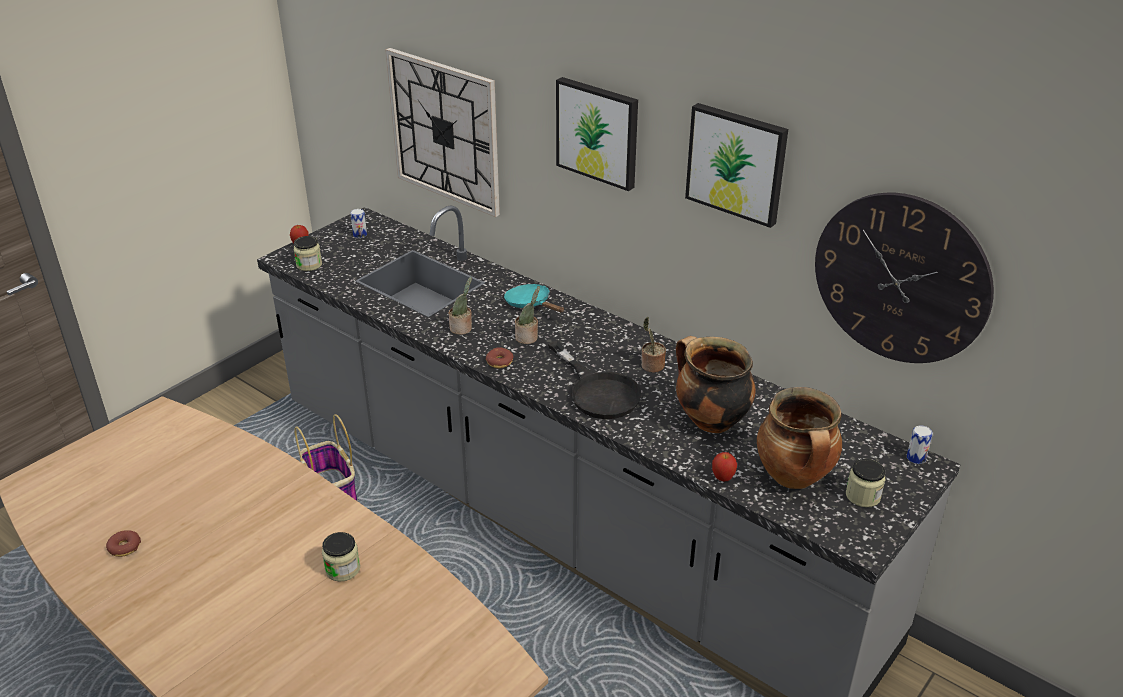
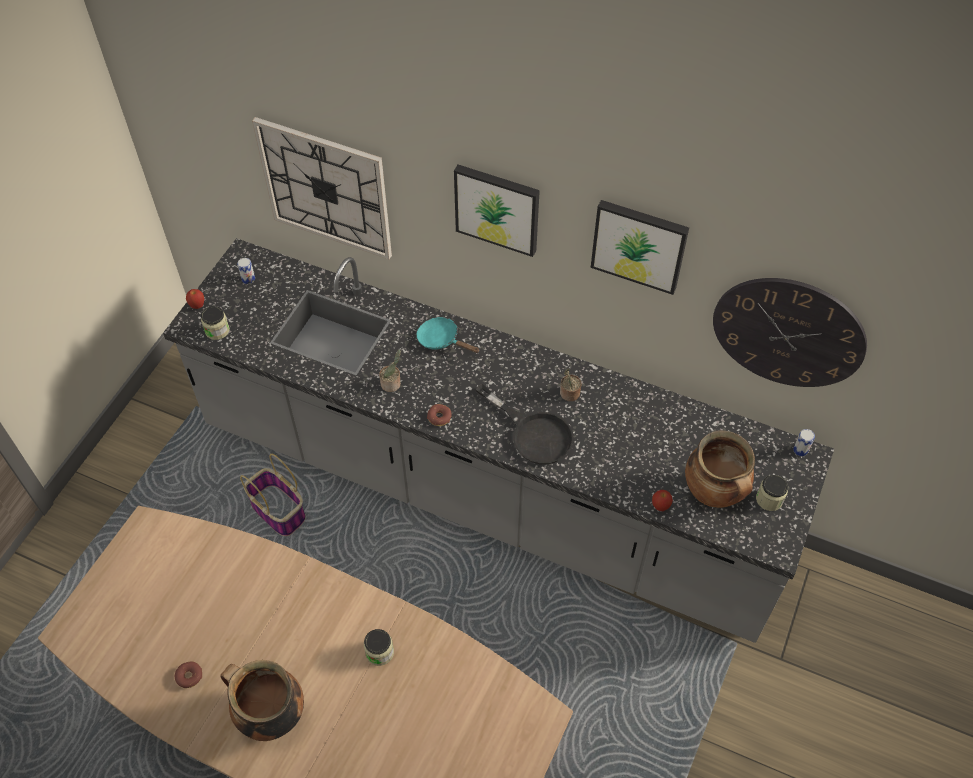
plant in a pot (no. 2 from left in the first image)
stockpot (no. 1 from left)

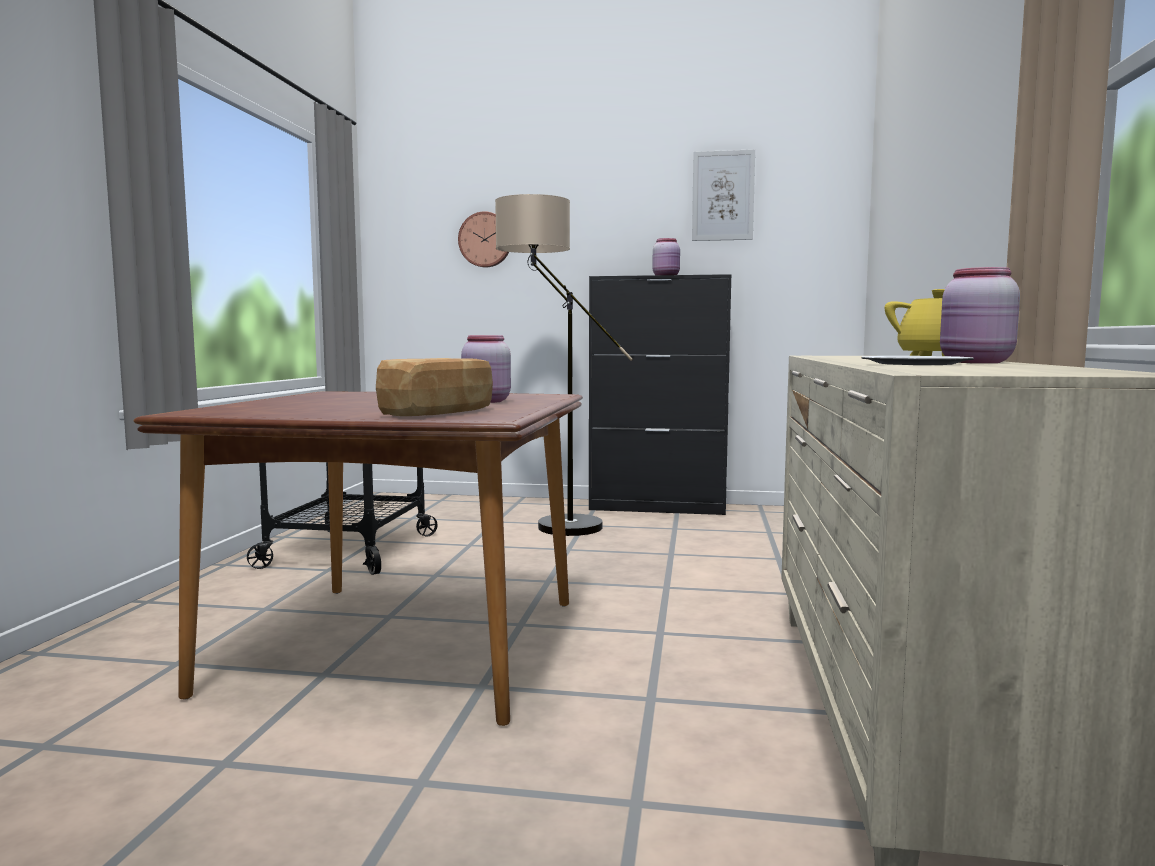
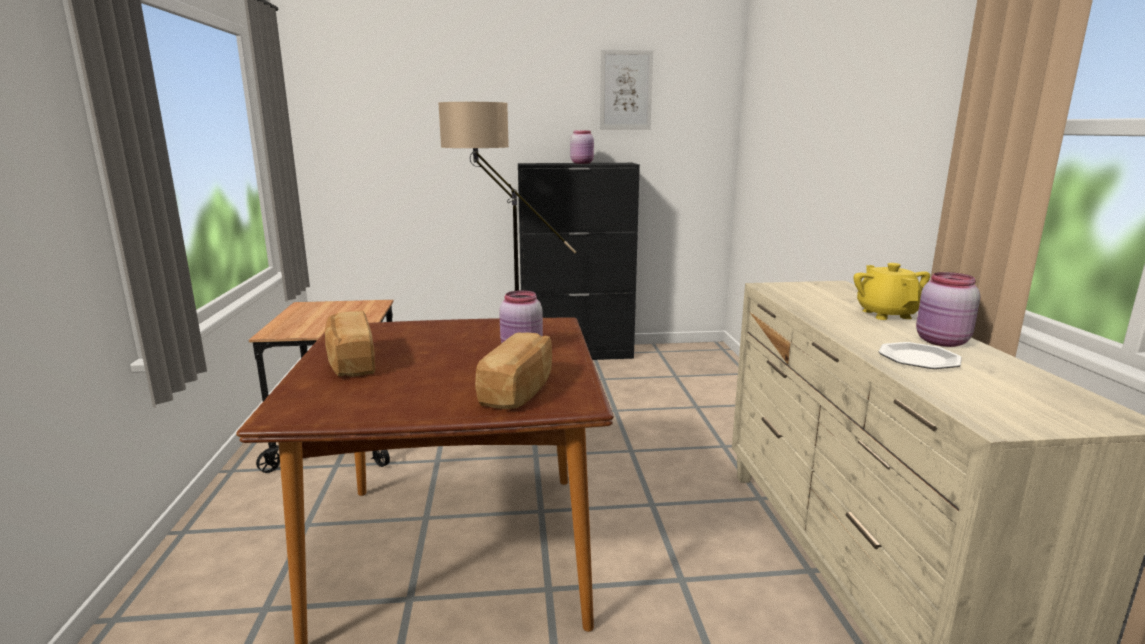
clock on the wall
baked bread (no. 1 from left)

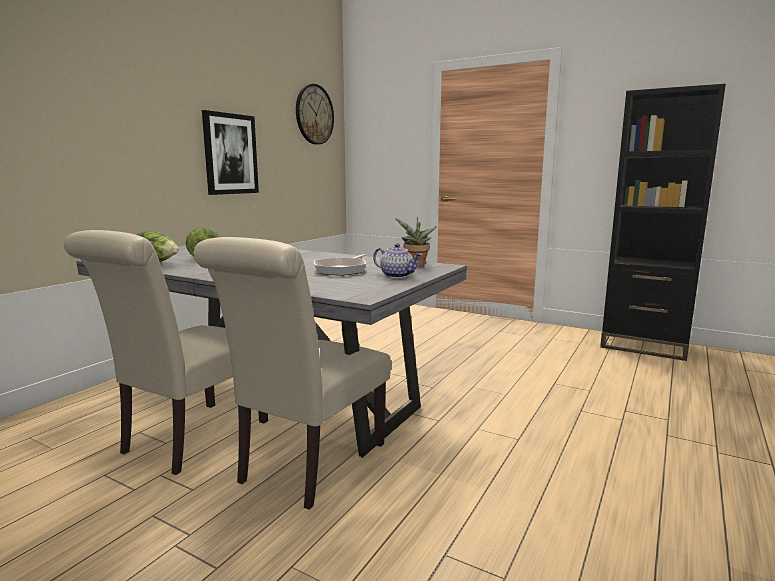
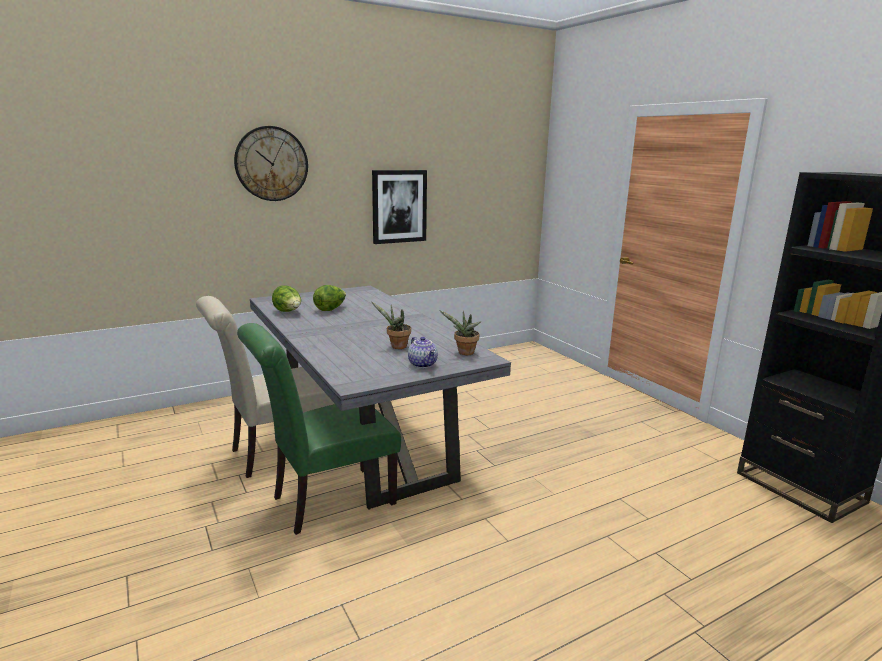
clock on the wall
upright chair in green-coloured
plant in a pot (no. 1 from left)

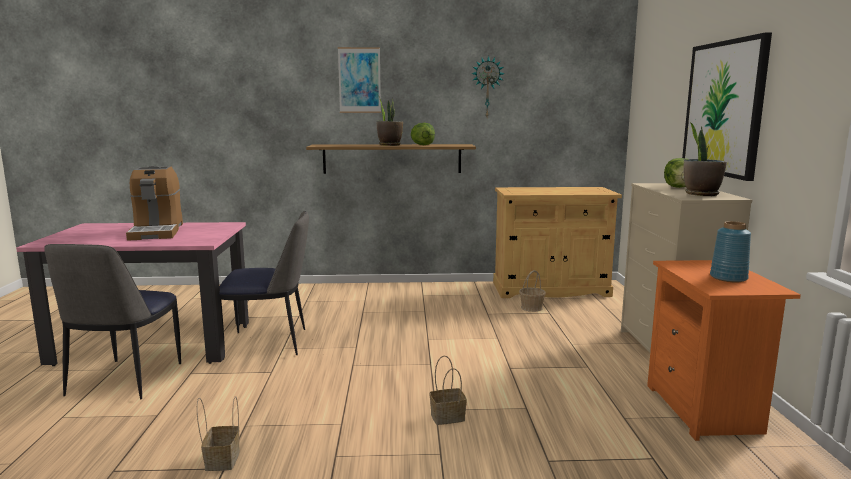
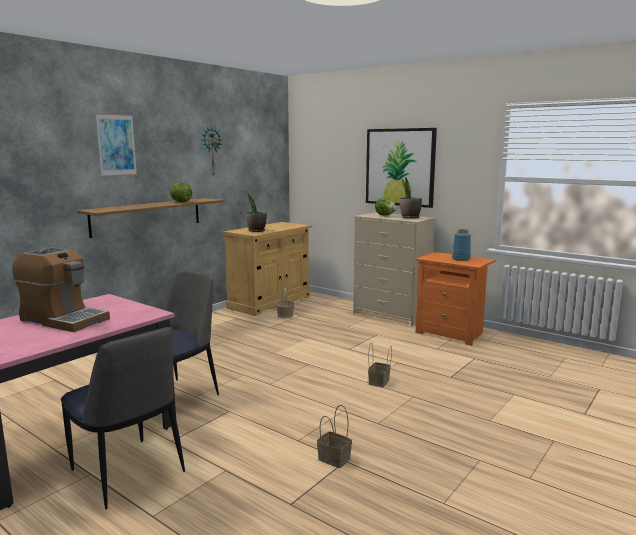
plant in a pot (no. 1 from left)

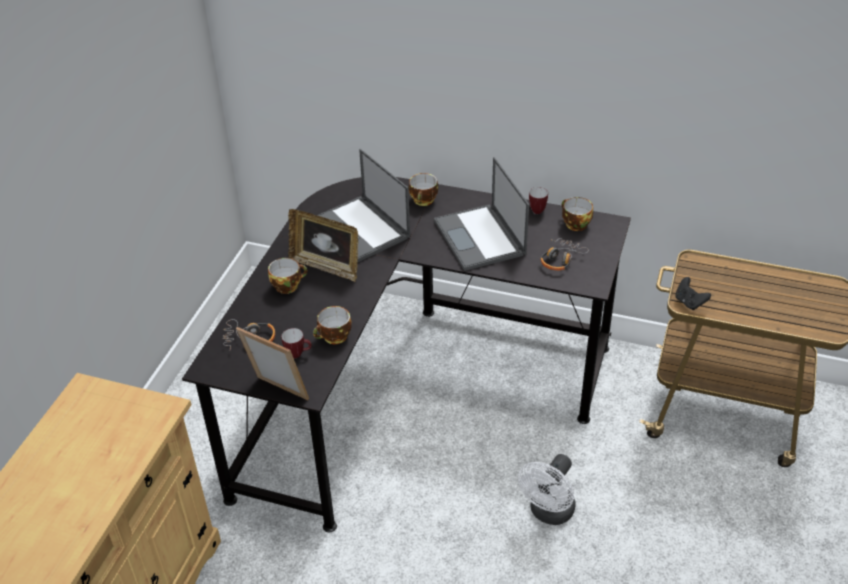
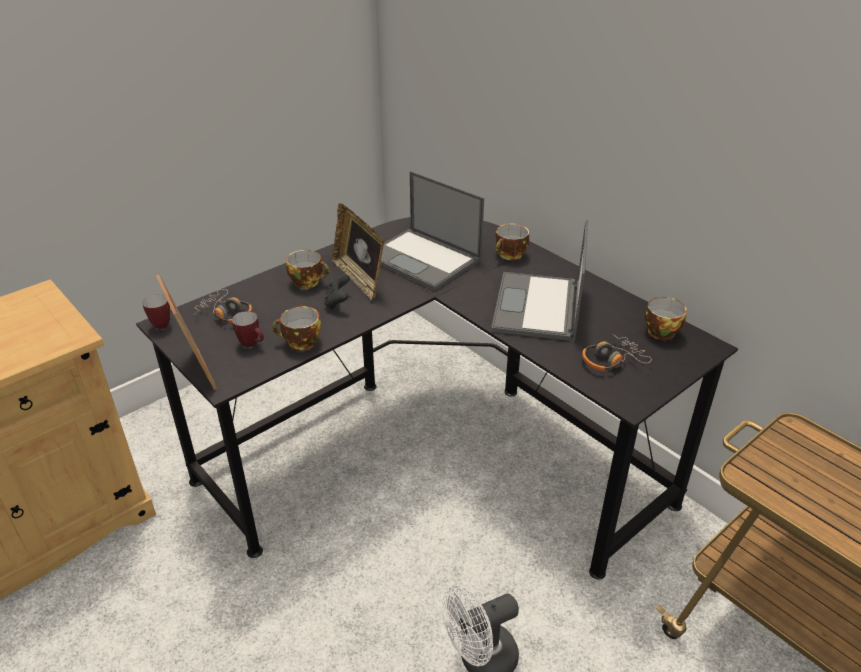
notebook computer (no. 1 from left)
coffee mug (no. 1 from left)
gamepad in blackish

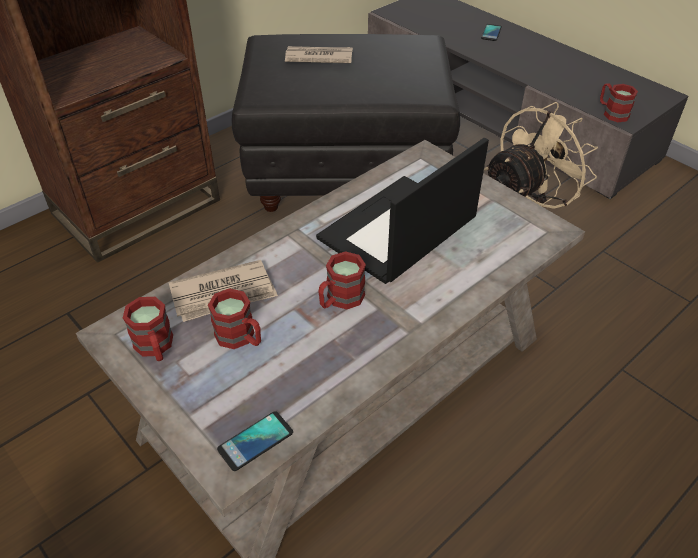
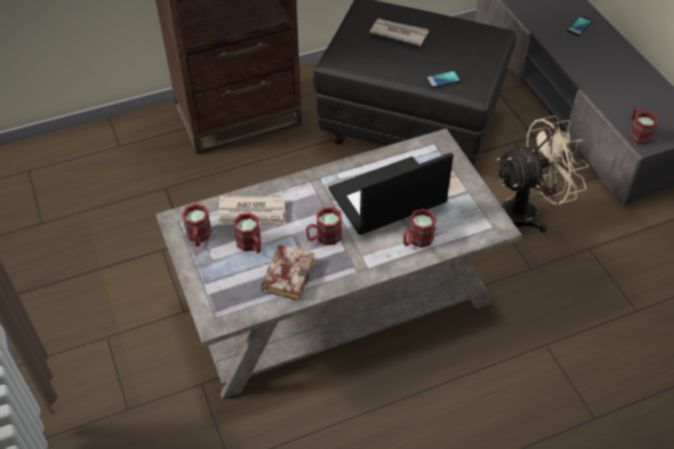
handset (no. 1 from left)
coffee mug in red (no. 4 from left)
bound book

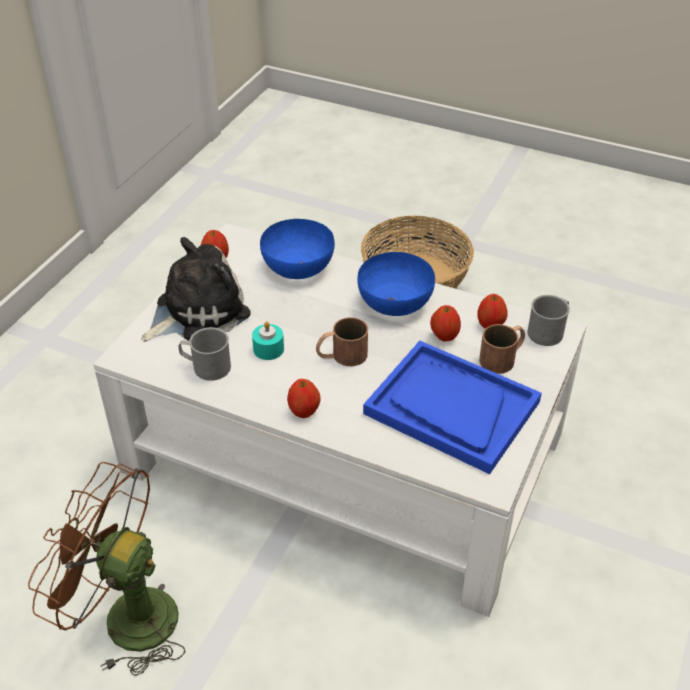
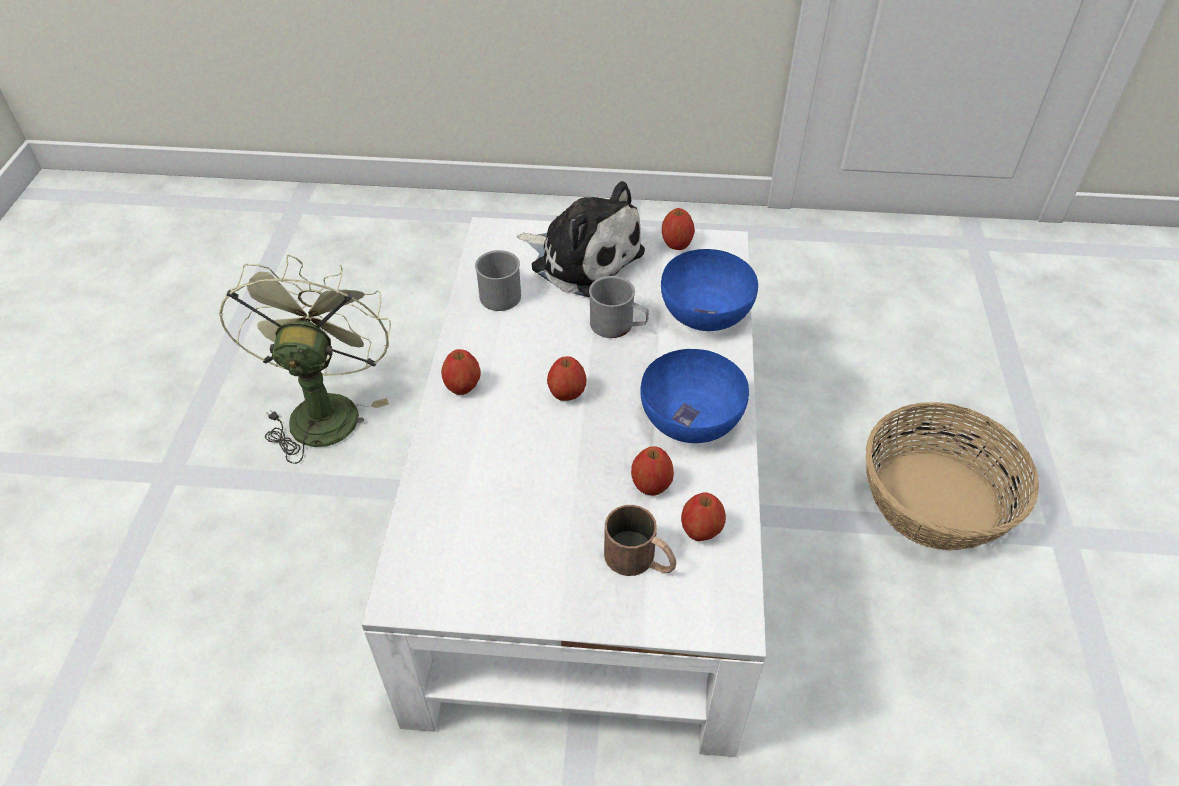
coffee mug in greyish (no. 2 from left)
whole apple (no. 2 from left)
candle in blue-green
carrying tray in blue-coloured
fan in green-coloured

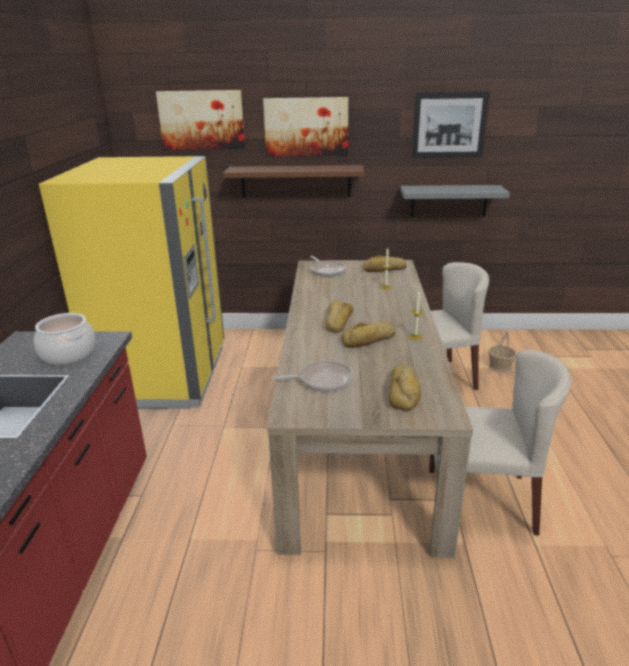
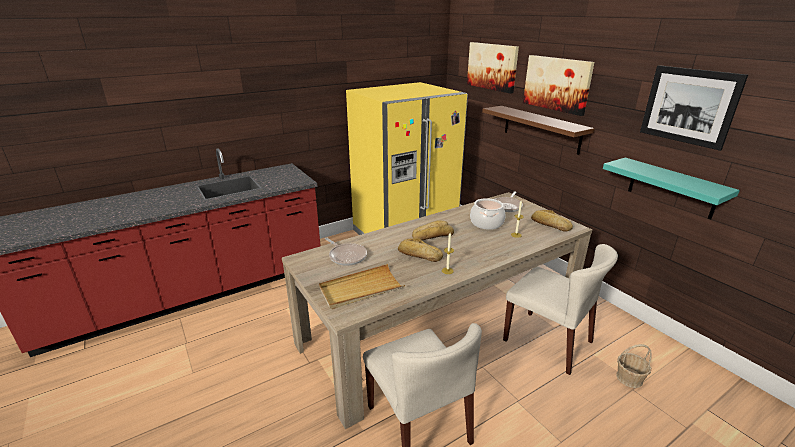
shelf in blue-green
stockpot
carrying tray in beige-coloured

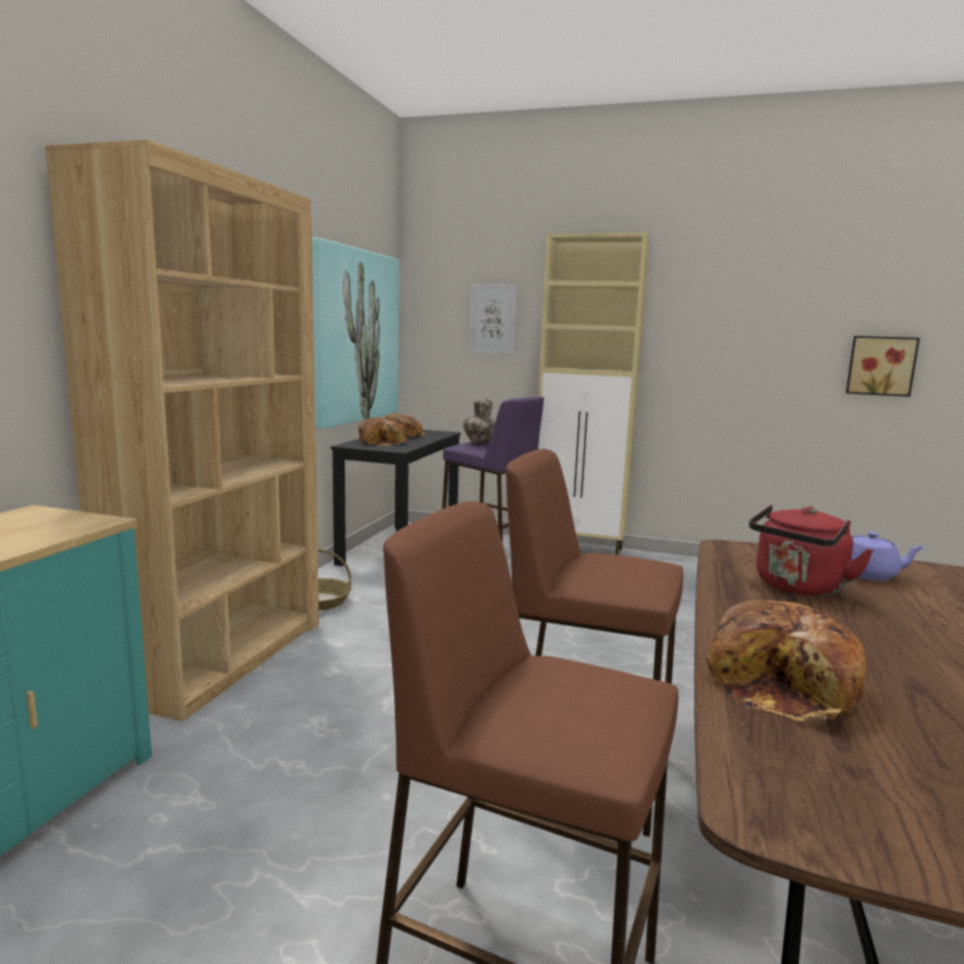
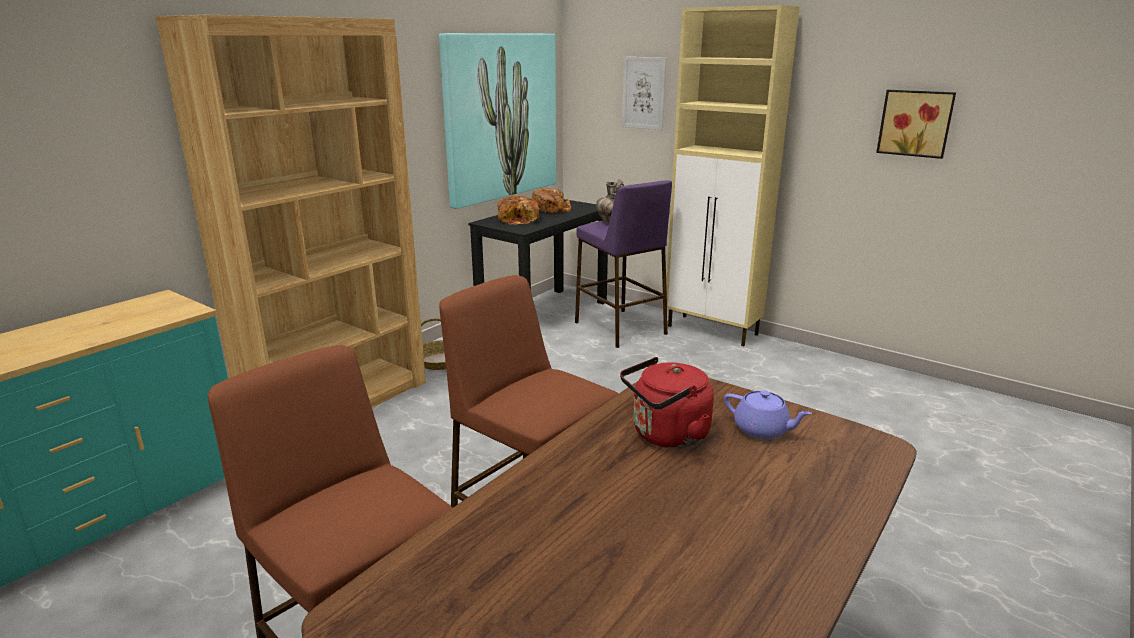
wall picture (no. 3 from left)
baked bread (no. 3 from left in the first image)

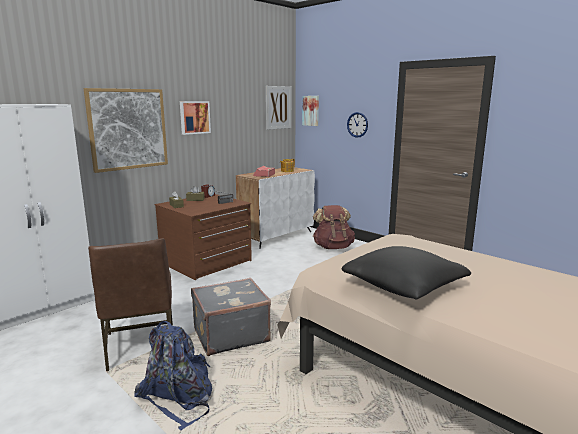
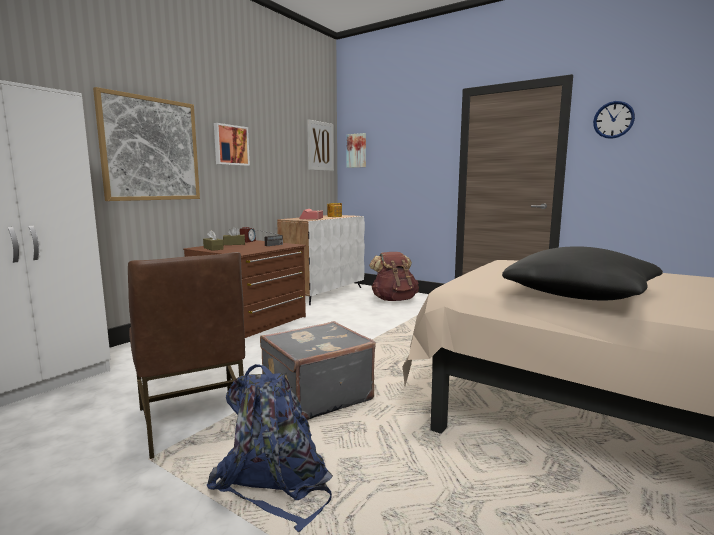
clock on the wall

